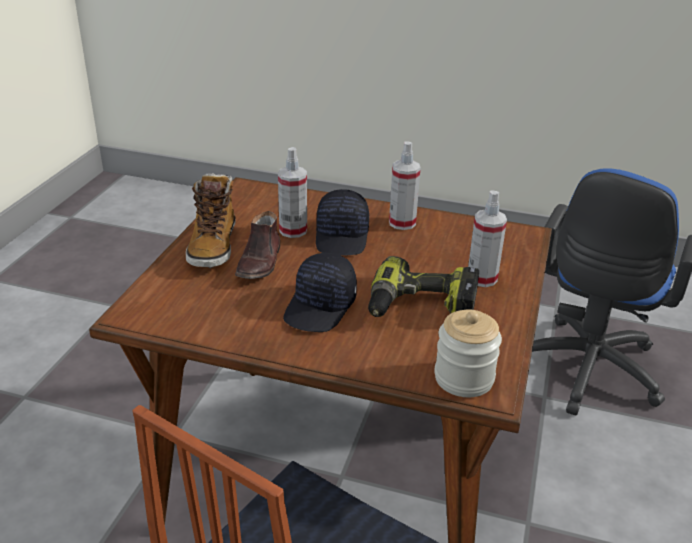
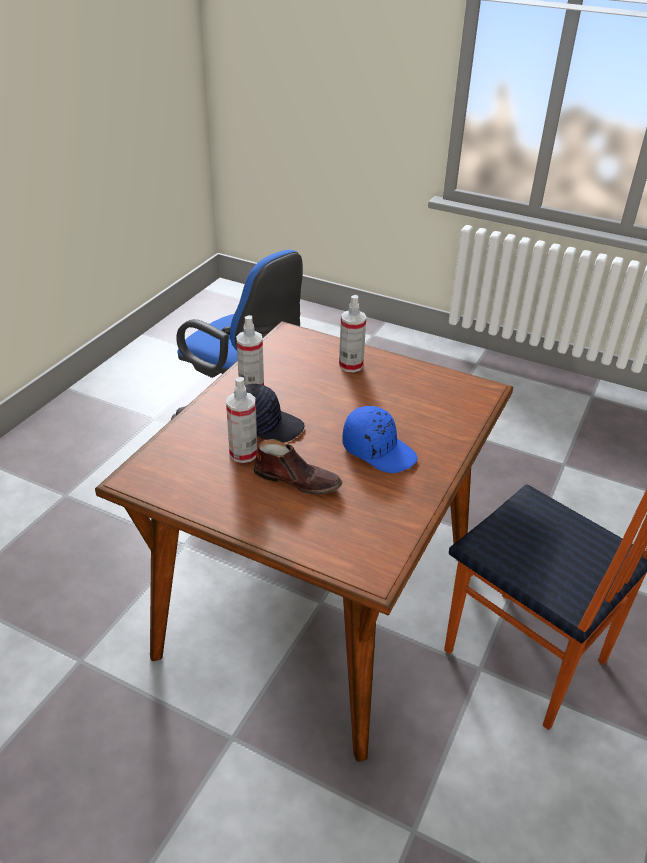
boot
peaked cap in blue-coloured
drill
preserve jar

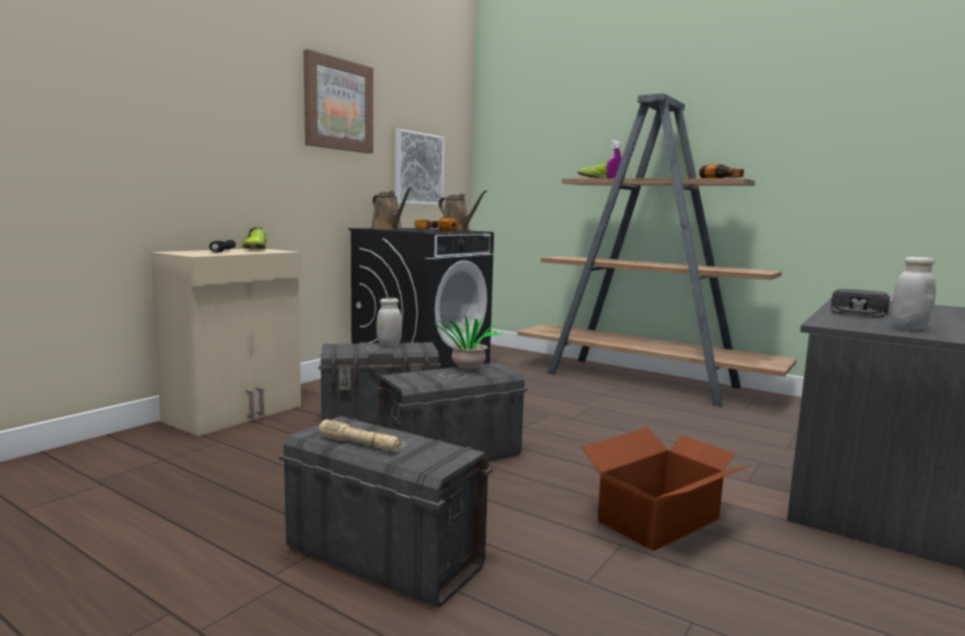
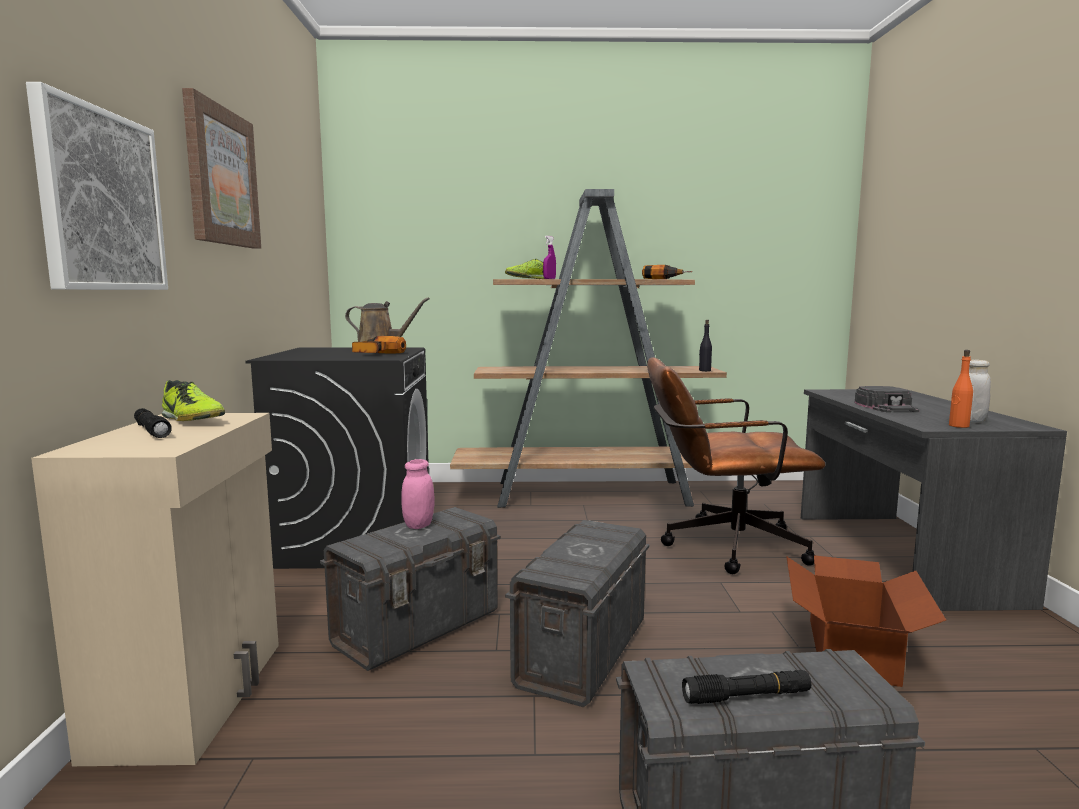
wall picture (no. 1 from left)
watering can in brown-coloured (no. 1 from left in the first image)
preserve jar in pink
plant in a pot
torch in blackish (no. 2 from left)
drink bottle in blackish
drink bottle in orange
computer chair in brown-coloured

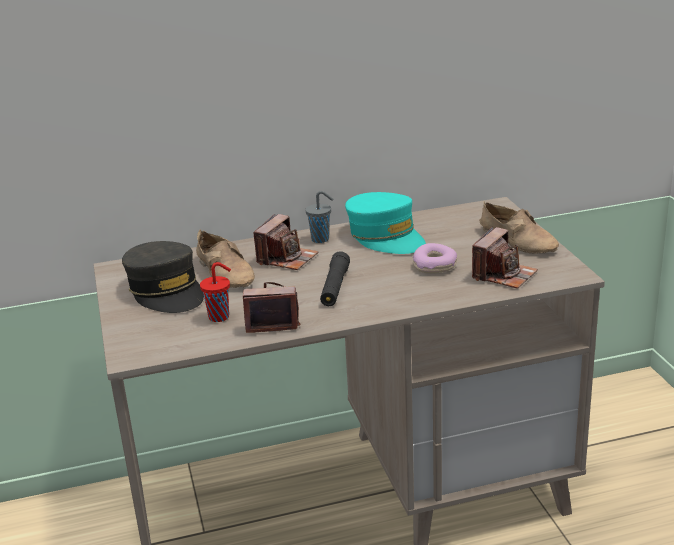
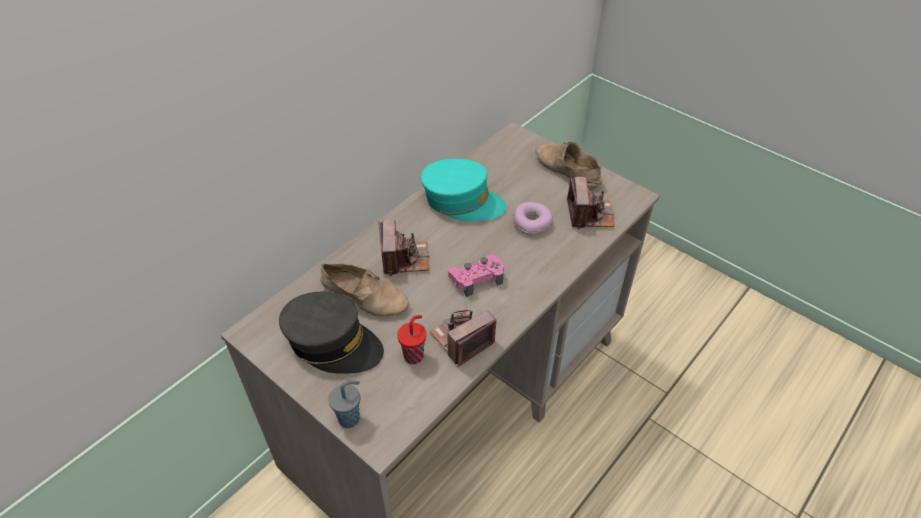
drinking cup in greyish
item of footwear in beige-coloured (no. 2 from left)
gamepad in pink

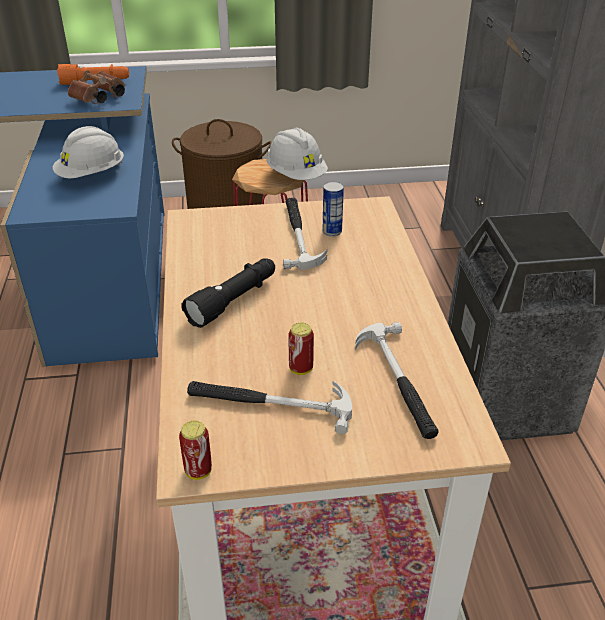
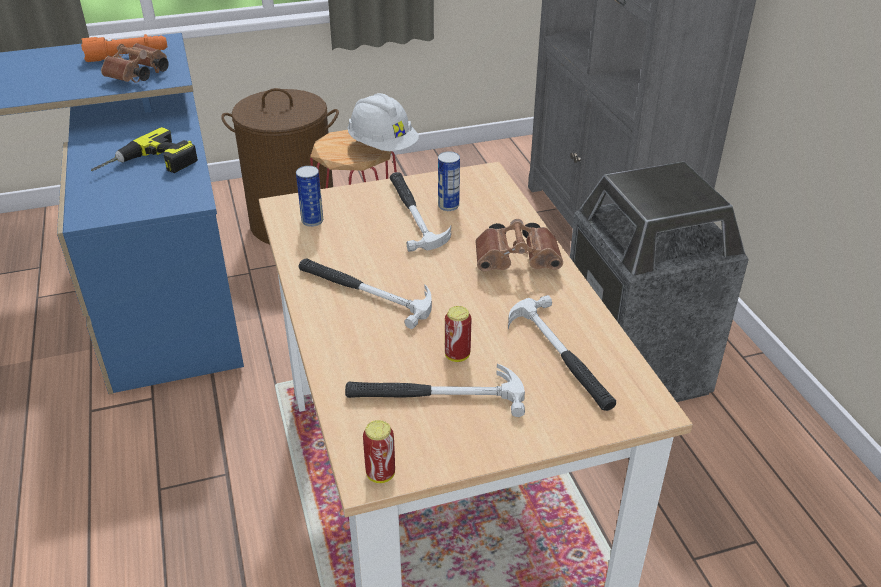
drill
hammer (no. 1 from left)
can (no. 1 from left)
binoculars in brown-coloured (no. 2 from left)

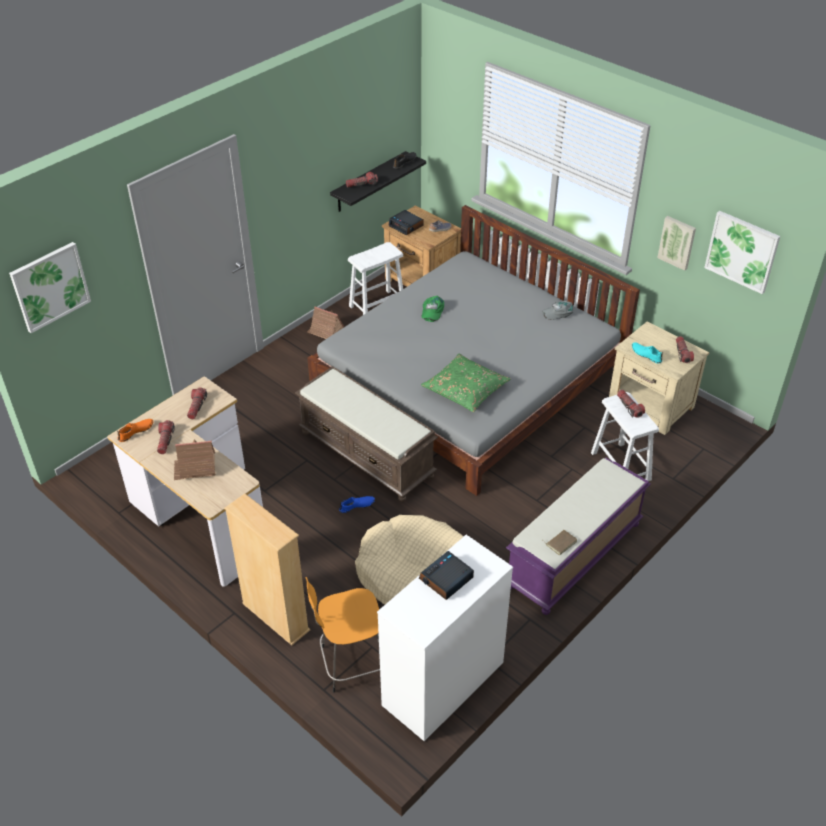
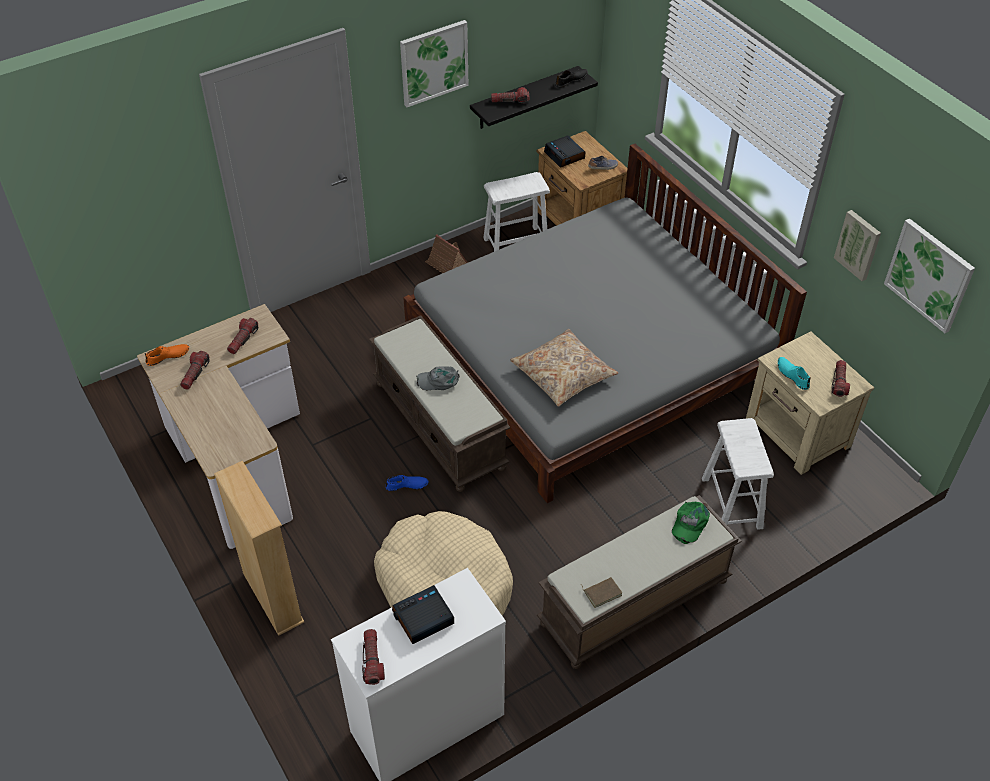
wall picture (no. 1 from left)
peaked cap in green-coloured
peaked cap in greyish
pillow in beige-coloured
torch (no. 3 from left)
toy house (no. 1 from left in the first image)
indoor bench in brown-coloured (no. 2 from left)
sitting stool in orange

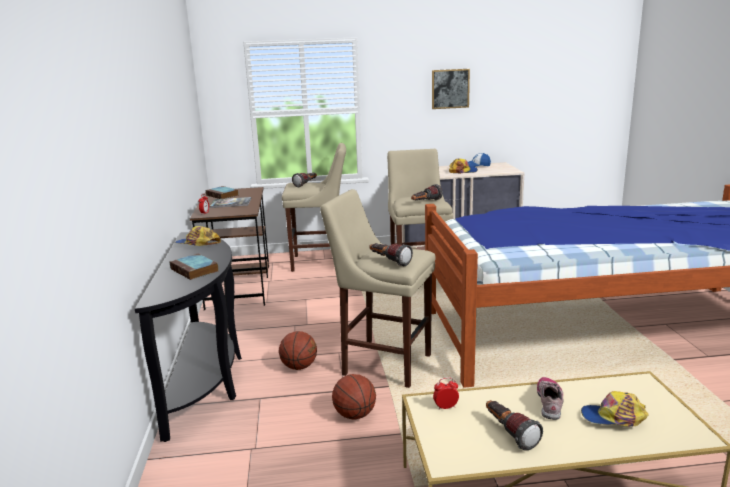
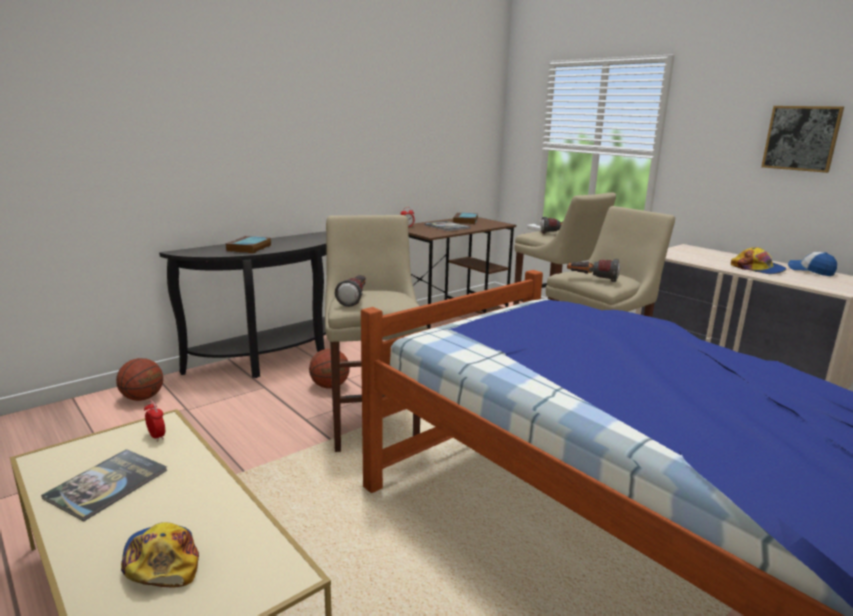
peaked cap (no. 1 from left in the first image)
basketball (no. 1 from left)
item of footwear
bound book (no. 1 from left)

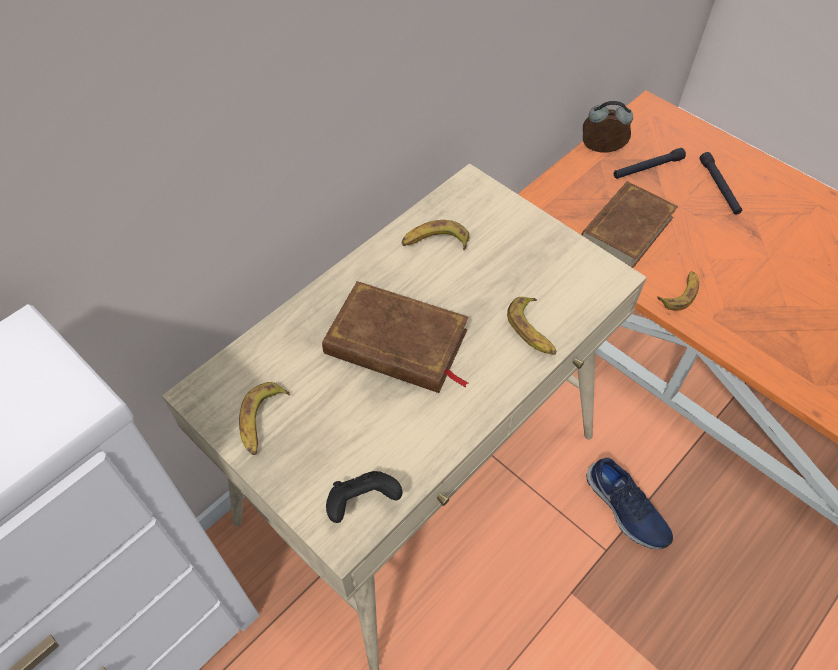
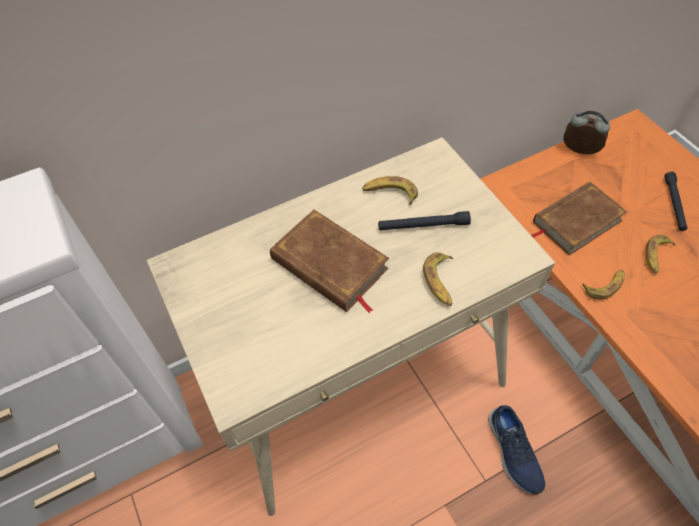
torch in blackish (no. 1 from left)
banana fruit (no. 4 from left)
gamepad in blackish

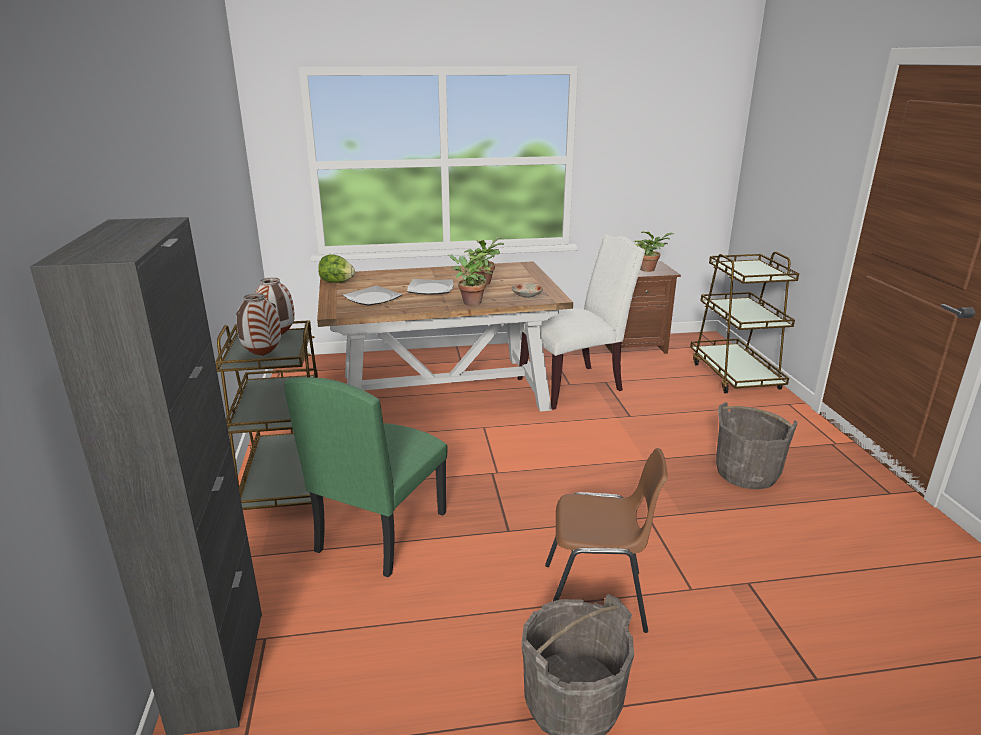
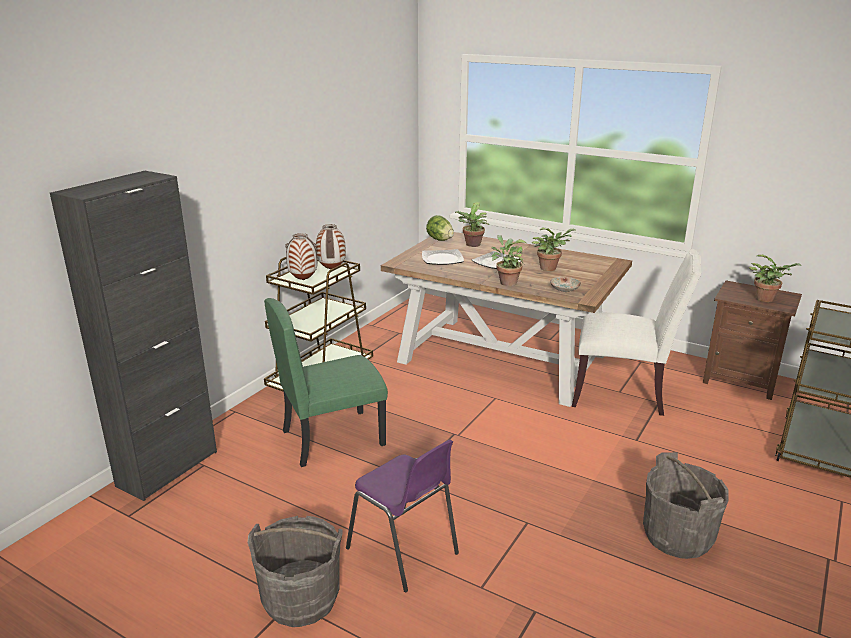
upright chair in purple-coloured
plant in a pot (no. 1 from left)

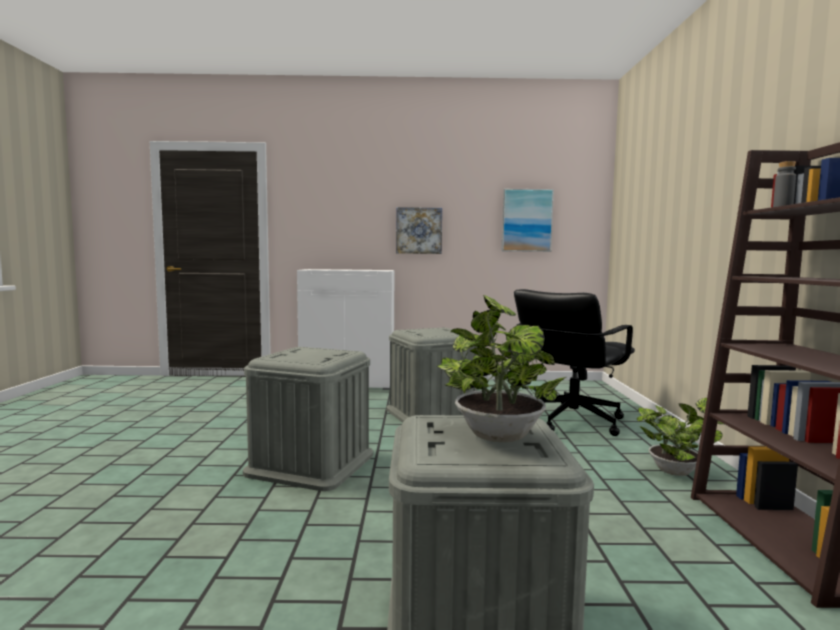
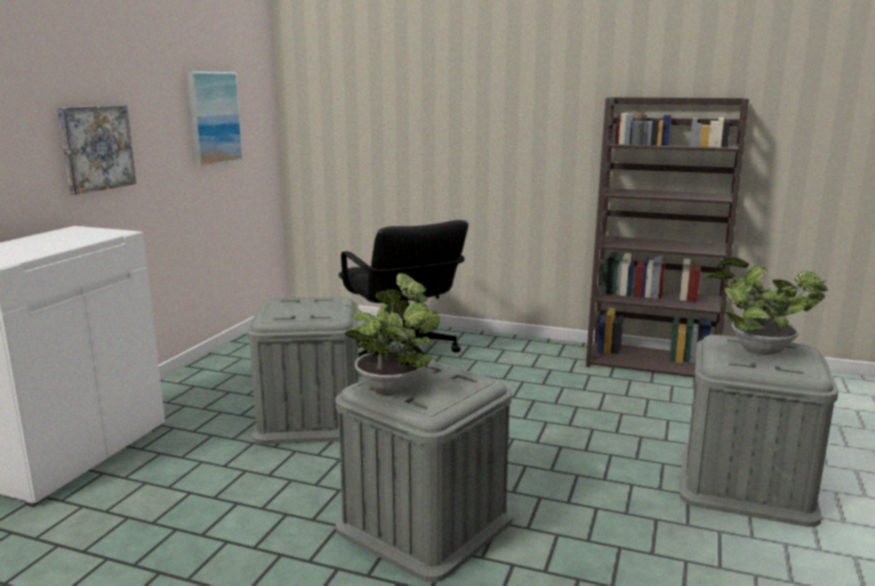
plant in a pot (no. 1 from left)

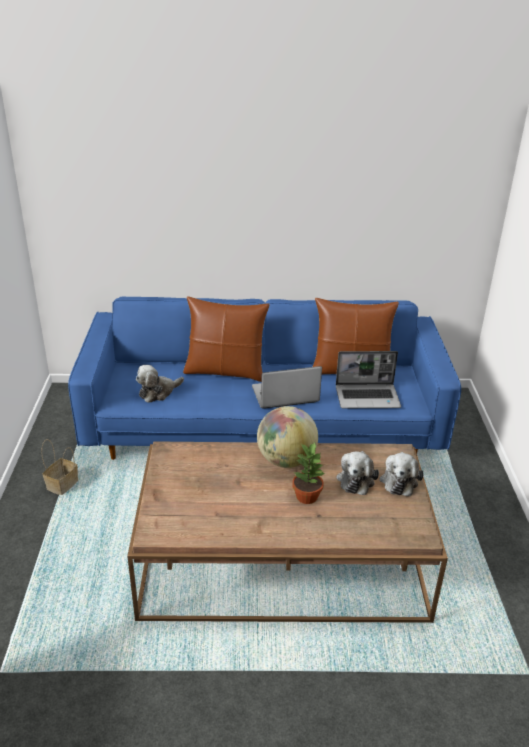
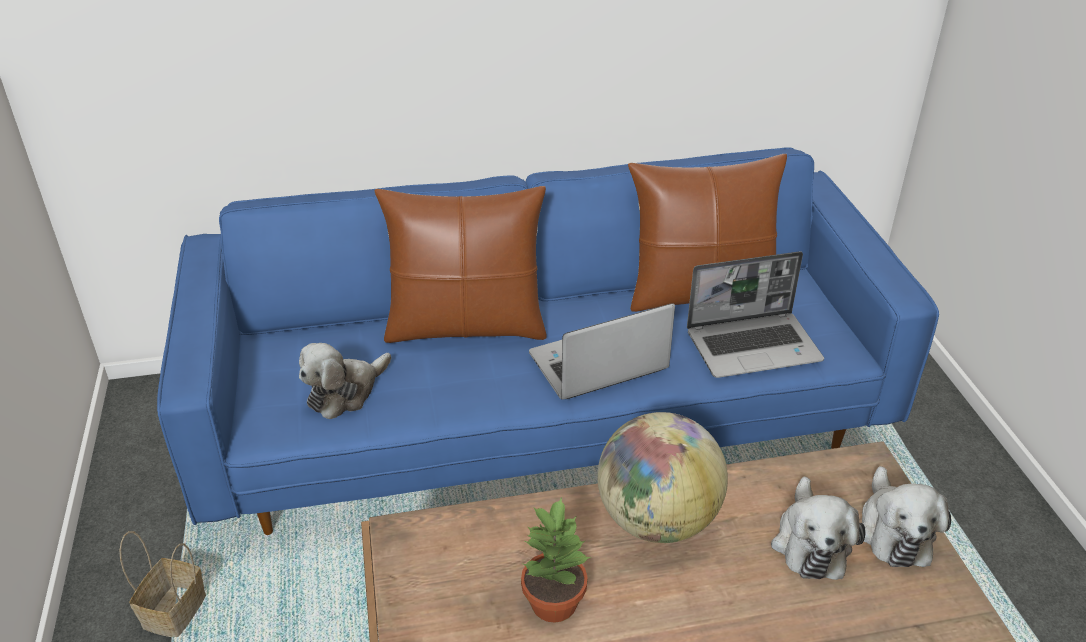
plant in a pot

